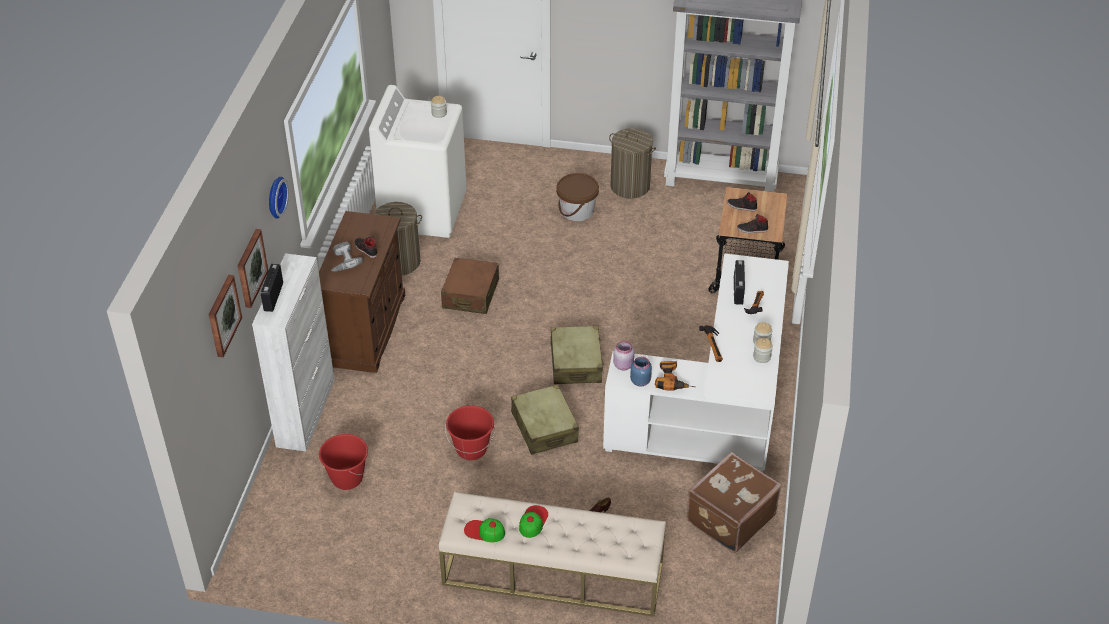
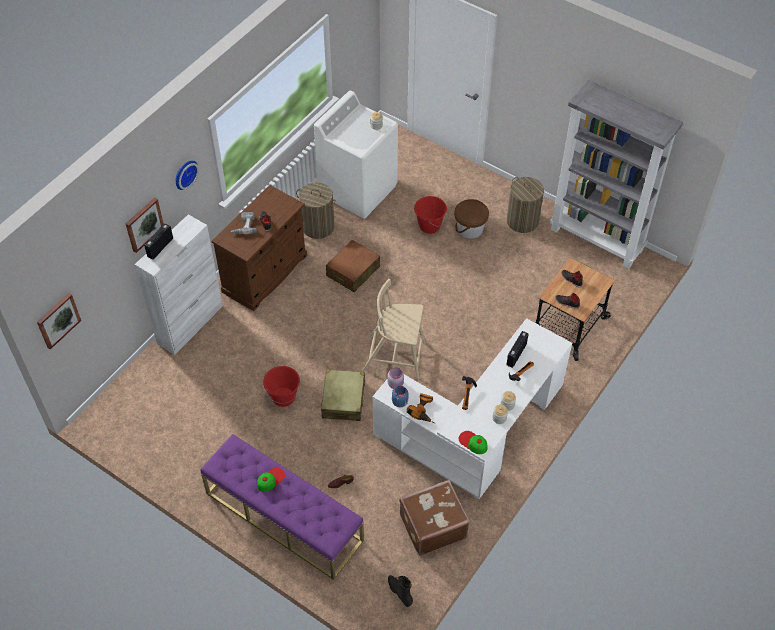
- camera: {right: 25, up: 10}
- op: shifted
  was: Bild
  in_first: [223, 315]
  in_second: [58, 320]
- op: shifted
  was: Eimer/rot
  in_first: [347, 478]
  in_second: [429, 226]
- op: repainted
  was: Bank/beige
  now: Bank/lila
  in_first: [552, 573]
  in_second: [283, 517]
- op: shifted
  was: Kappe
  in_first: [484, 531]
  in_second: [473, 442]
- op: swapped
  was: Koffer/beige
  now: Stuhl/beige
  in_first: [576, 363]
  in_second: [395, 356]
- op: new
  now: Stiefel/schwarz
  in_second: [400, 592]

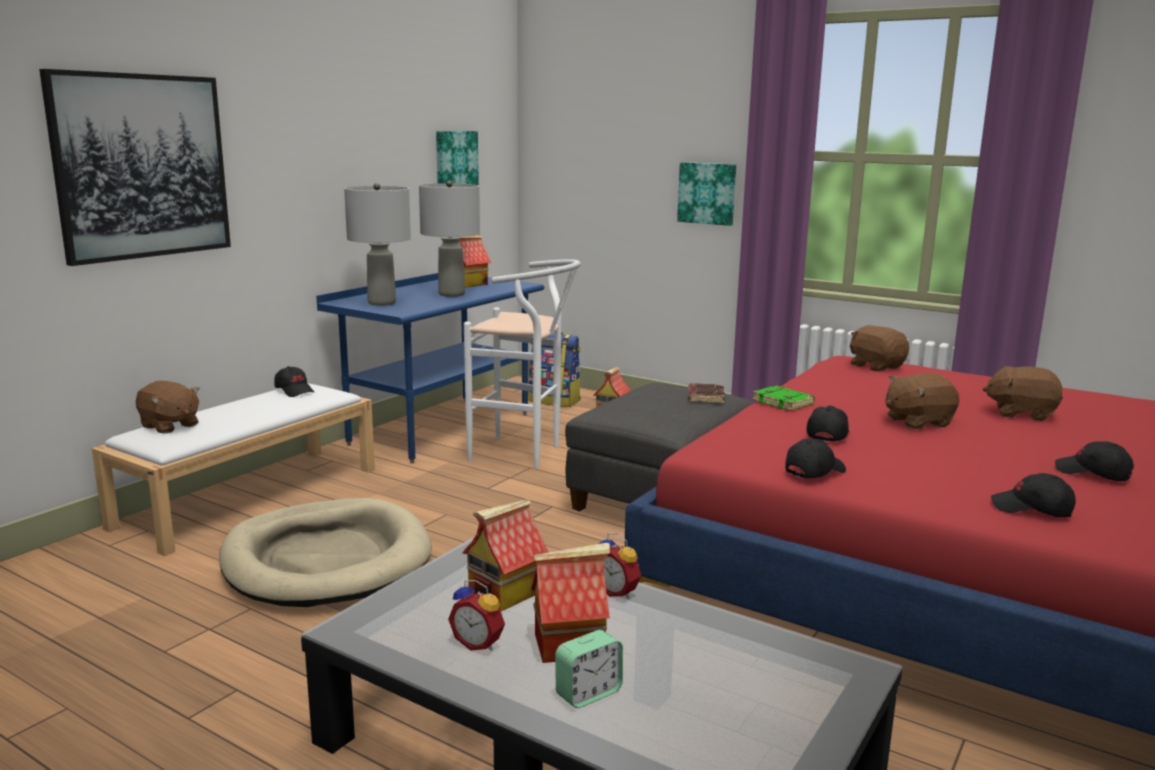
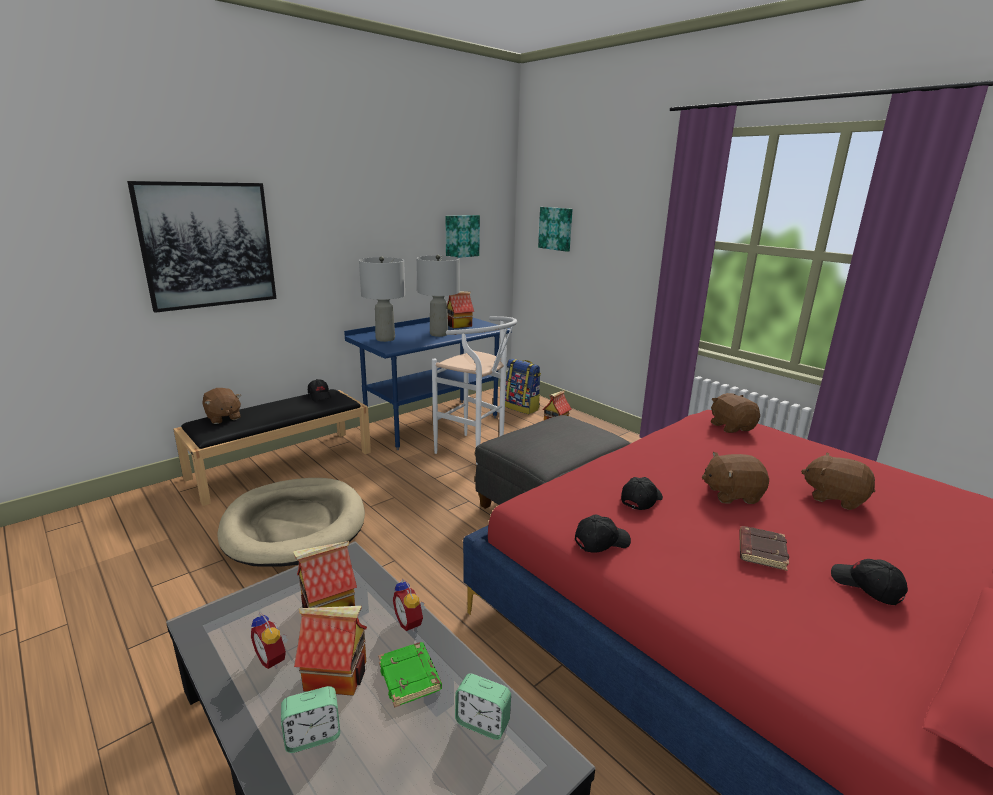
- camera: {right: 15, up: 5}
- op: repainted
  was: Bank/weiß
  now: Bank/schwarz
  in_first: [250, 496]
  in_second: [282, 464]
- op: shifted
  was: Bild
  in_first: [707, 193]
  in_second: [556, 228]
- op: shifted
  was: Buch/braun
  in_first: [704, 397]
  in_second: [760, 551]
- op: shifted
  was: Buch/grün
  in_first: [784, 402]
  in_second: [410, 677]
- op: gone
  was: Kappe/schwarz
  in_first: [1031, 509]
- op: new
  now: Wecker
  in_second: [482, 723]

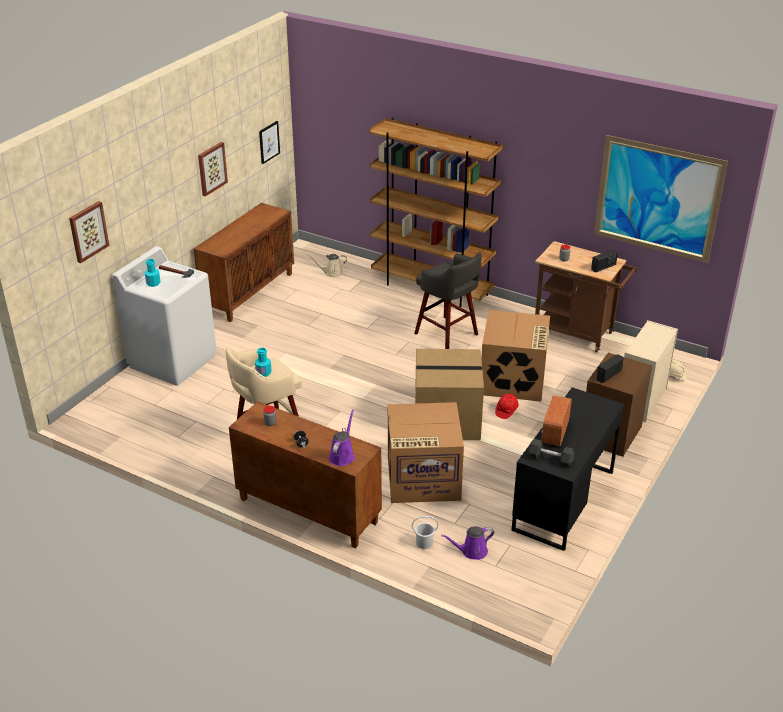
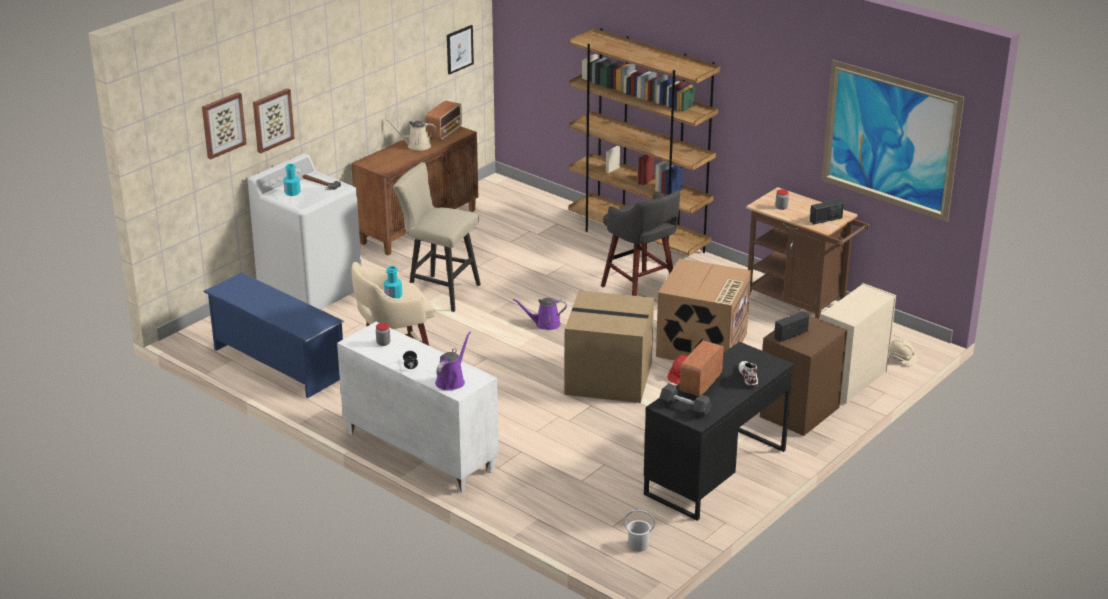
- camera: {right: 10, up: -5}
- op: shifted
  was: Bild
  in_first: [211, 168]
  in_second: [272, 120]
- op: repainted
  was: Schrank/braun
  now: Schrank/weiß
  in_first: [307, 511]
  in_second: [418, 452]
- op: shifted
  was: Gießkanne/beige
  in_first: [331, 273]
  in_second: [416, 146]
- op: gone
  was: Karton
  in_first: [422, 479]
- op: shifted
  was: Eimer/weiß
  in_first: [424, 543]
  in_second: [638, 545]
- op: shifted
  was: Gießkanne/lila
  in_first: [472, 551]
  in_second: [545, 324]
- op: new
  now: Schuhregal/blau
  in_second: [278, 363]
- op: new
  now: Hocker/beige
  in_second: [438, 291]
- op: new
  now: Radio
  in_second: [444, 133]
- op: new
  now: Stiefel/weiß
  in_second: [748, 376]

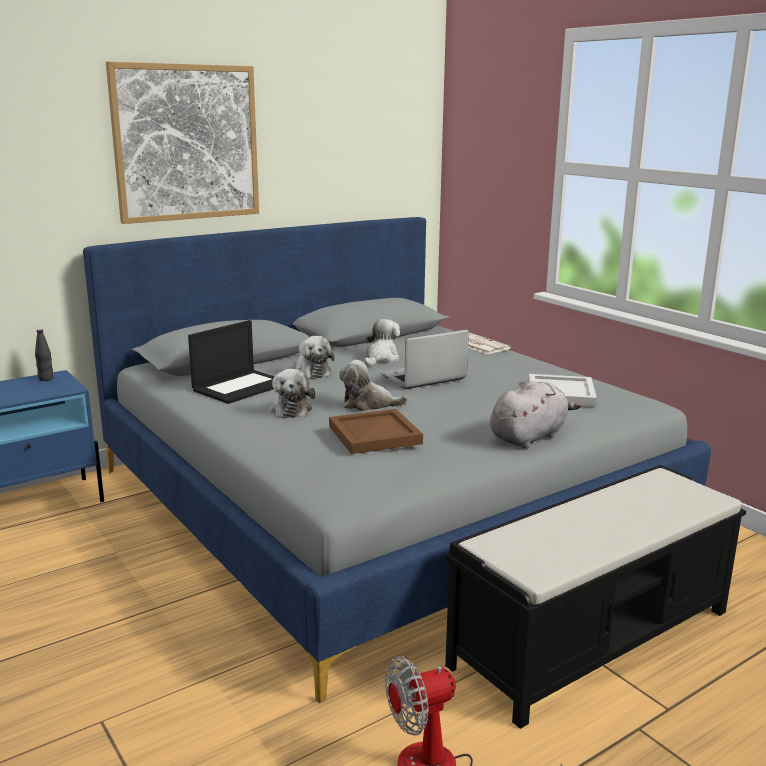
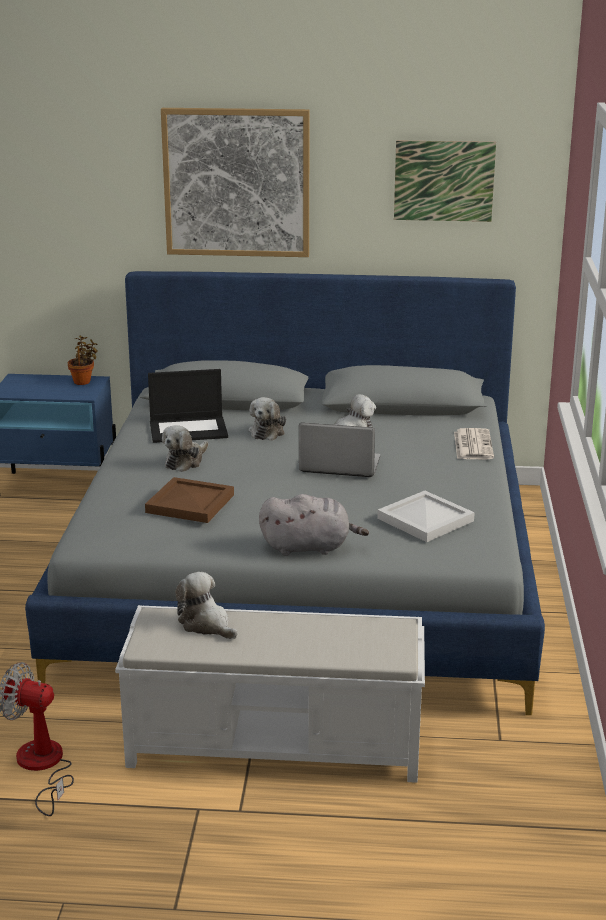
- camera: {right: 40, up: 5}
- op: swapped
  was: Flasche/schwarz
  now: Topfpflanze
  in_first: [46, 379]
  in_second: [83, 381]
- op: shifted
  was: Plüschtier
  in_first: [368, 404]
  in_second: [206, 624]
- op: repainted
  was: Bank/schwarz
  now: Bank/weiß
  in_first: [594, 637]
  in_second: [277, 745]
- op: new
  now: Bild
  in_second: [444, 181]

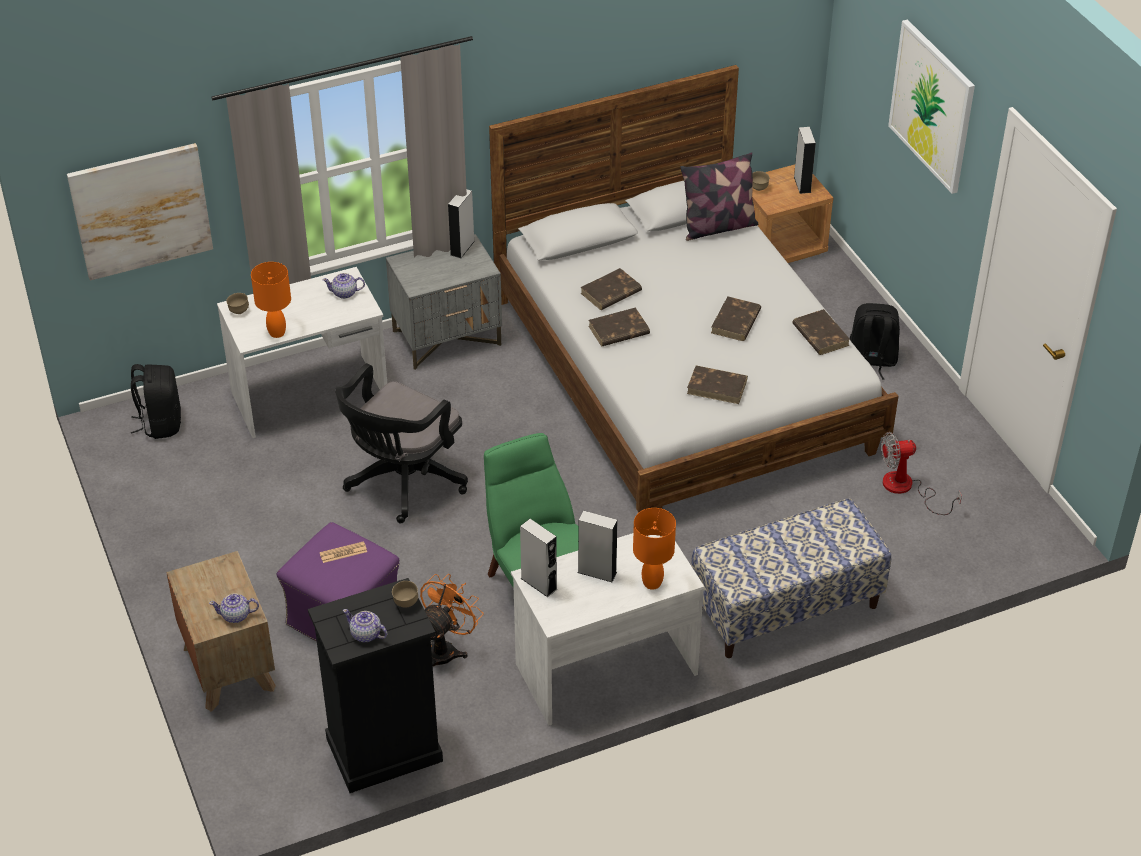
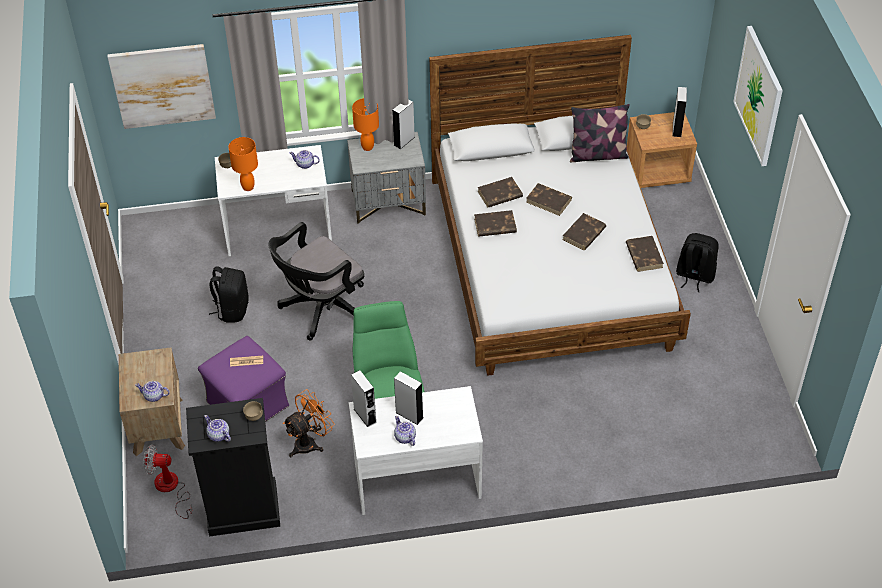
- camera: {right: 15, up: 5}
- op: shifted
  was: Rucksack/schwarz
  in_first: [160, 423]
  in_second: [232, 309]
- op: shifted
  was: Tischlampe/orange
  in_first: [652, 582]
  in_second: [368, 147]
- op: shifted
  was: Buch/braun
  in_first: [717, 387]
  in_second: [549, 201]
- op: gone
  was: Bank
  in_first: [786, 608]
- op: shifted
  was: Ventilator
  in_first: [907, 488]
  in_second: [170, 489]
- op: new
  now: Teekanne
  in_second: [405, 437]

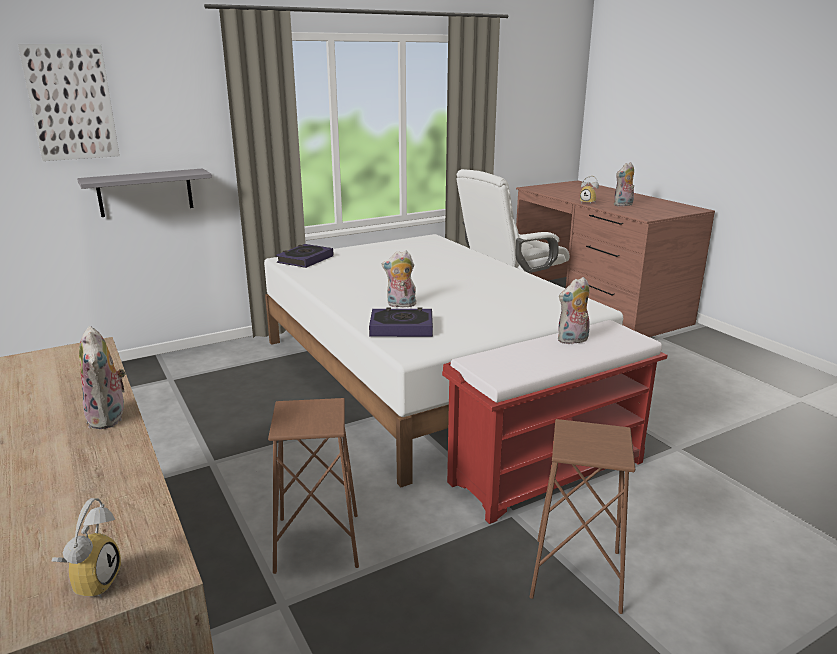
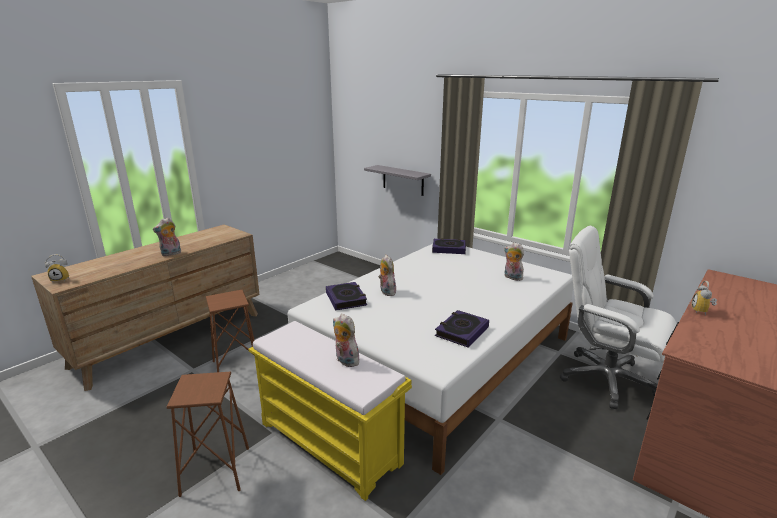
- camera: {right: 70, up: 0}
- op: gone
  was: Bild
  in_first: [71, 102]
- op: repainted
  was: Bank/rot
  now: Bank/gelb
  in_first: [548, 471]
  in_second: [331, 443]
- op: shifted
  was: Plüschtier
  in_first: [623, 205]
  in_second: [512, 277]
- op: new
  now: Buch
  in_second: [461, 331]

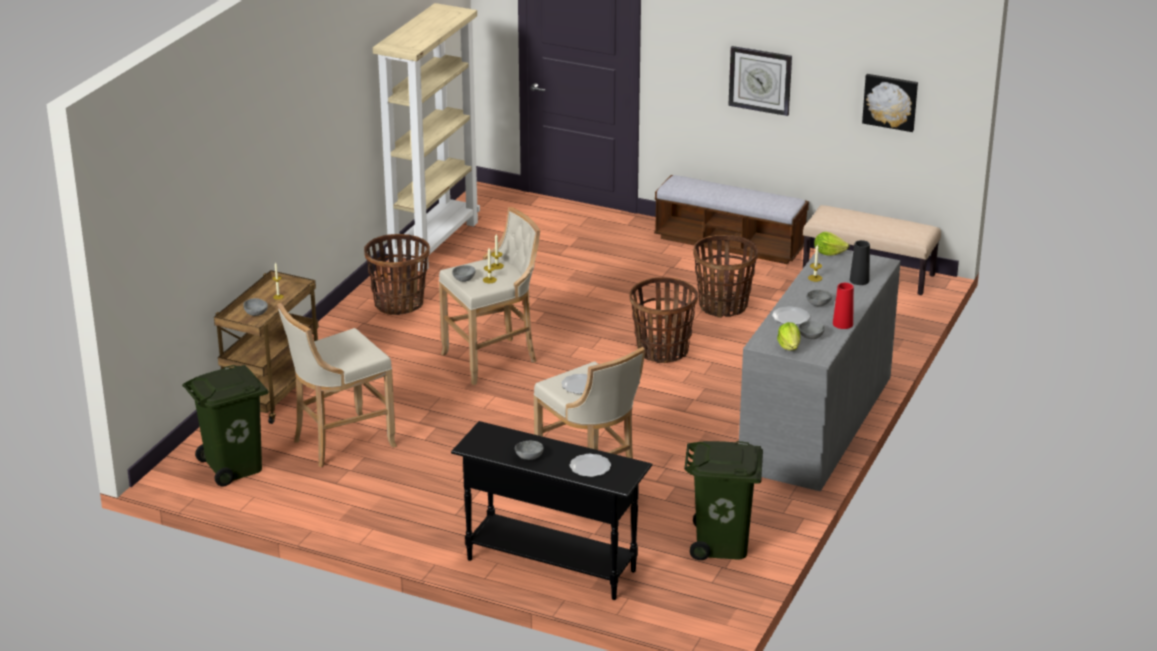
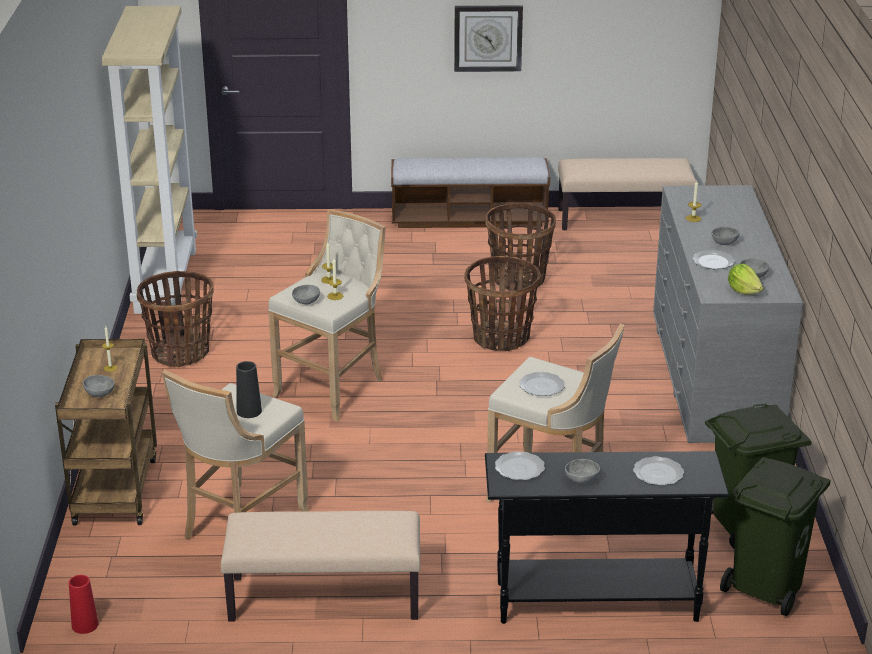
- camera: {right: -25, up: 0}
- op: shifted
  was: Mülleimer/grün
  in_first: [234, 467]
  in_second: [768, 588]
- op: gone
  was: Salatkopf
  in_first: [828, 253]
- op: shifted
  was: Vase/rot
  in_first: [842, 324]
  in_second: [85, 625]
- op: shifted
  was: Vase/schwarz
  in_first: [859, 280]
  in_second: [249, 411]
- op: gone
  was: Bild
  in_first: [890, 101]
- op: new
  now: Bank/beige
  in_second: [324, 599]
- op: new
  now: Teller
  in_second: [518, 468]

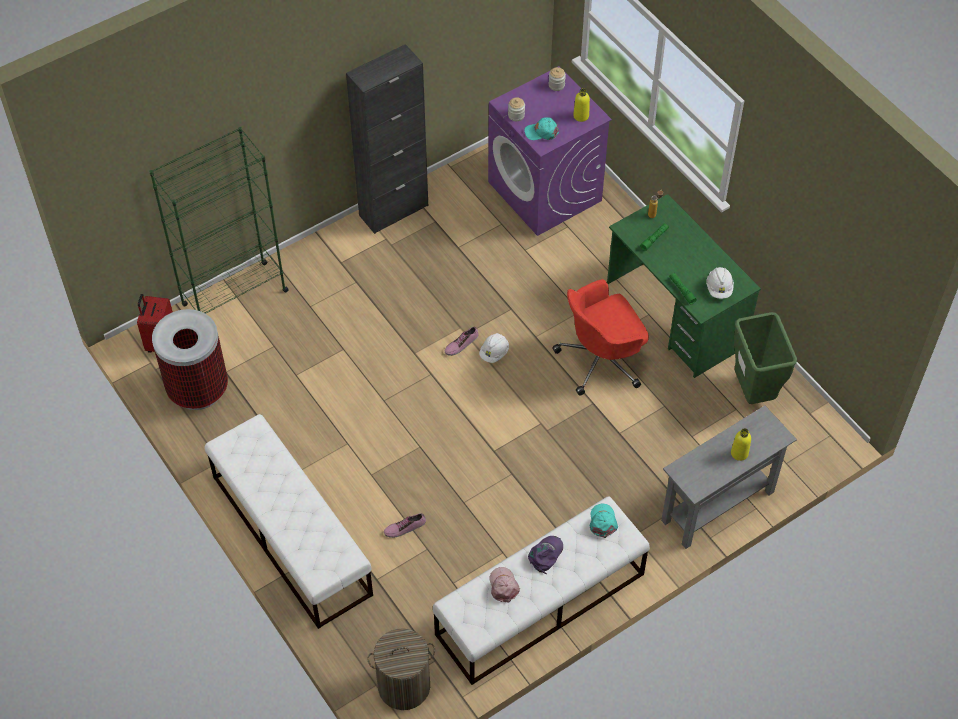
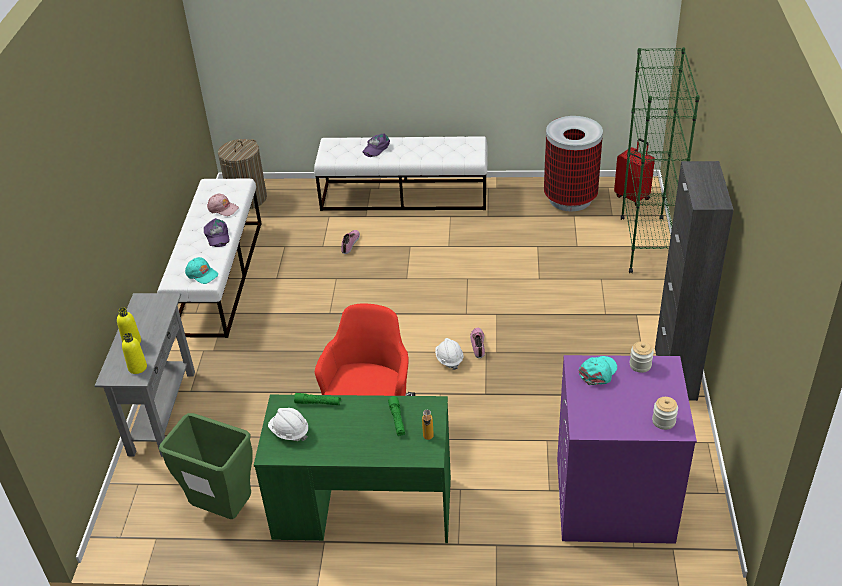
- camera: {right: 130, up: -15}
- op: shifted
  was: Flasche/gelb
  in_first: [581, 116]
  in_second: [137, 367]
- op: new
  now: Kappe/lila
  in_second: [376, 148]

